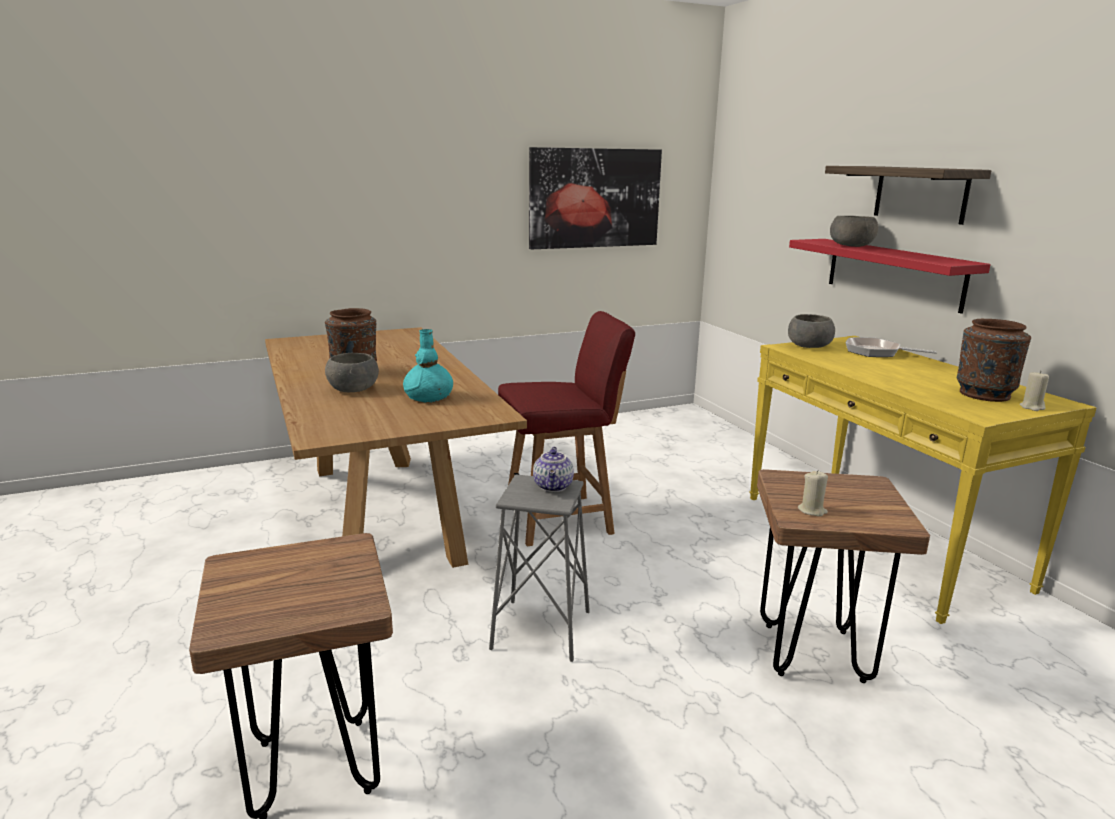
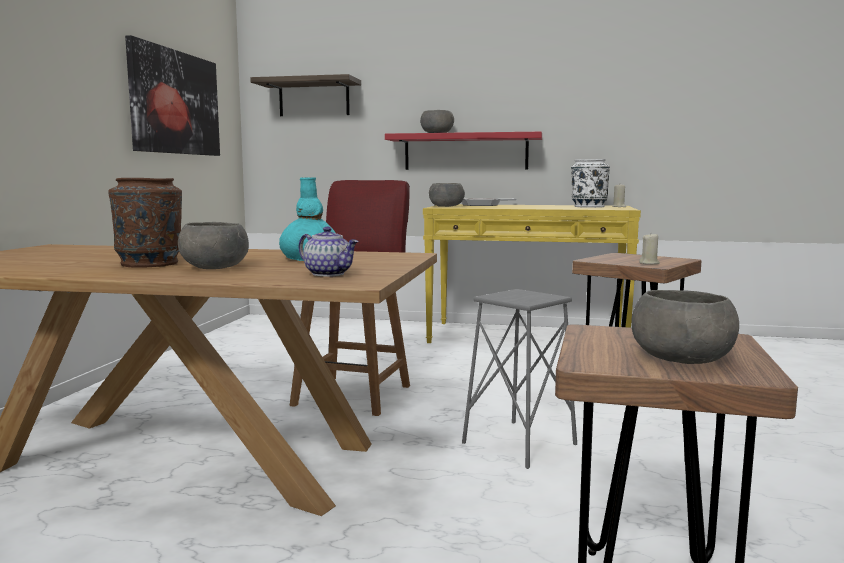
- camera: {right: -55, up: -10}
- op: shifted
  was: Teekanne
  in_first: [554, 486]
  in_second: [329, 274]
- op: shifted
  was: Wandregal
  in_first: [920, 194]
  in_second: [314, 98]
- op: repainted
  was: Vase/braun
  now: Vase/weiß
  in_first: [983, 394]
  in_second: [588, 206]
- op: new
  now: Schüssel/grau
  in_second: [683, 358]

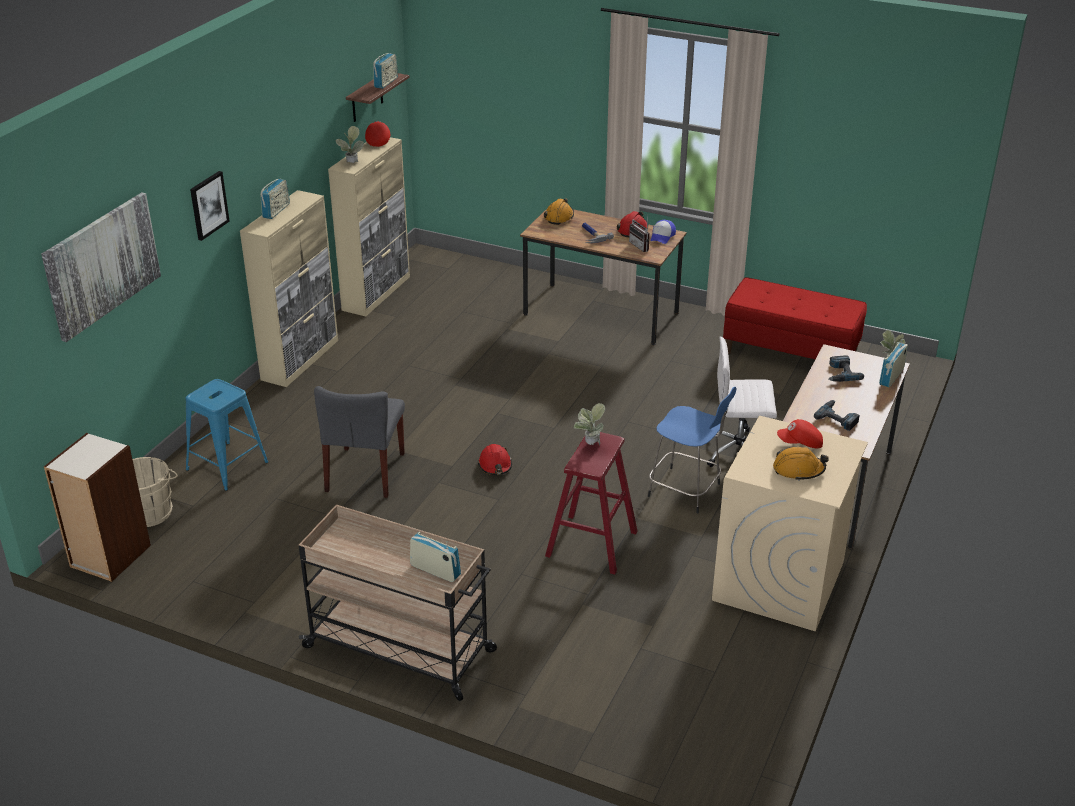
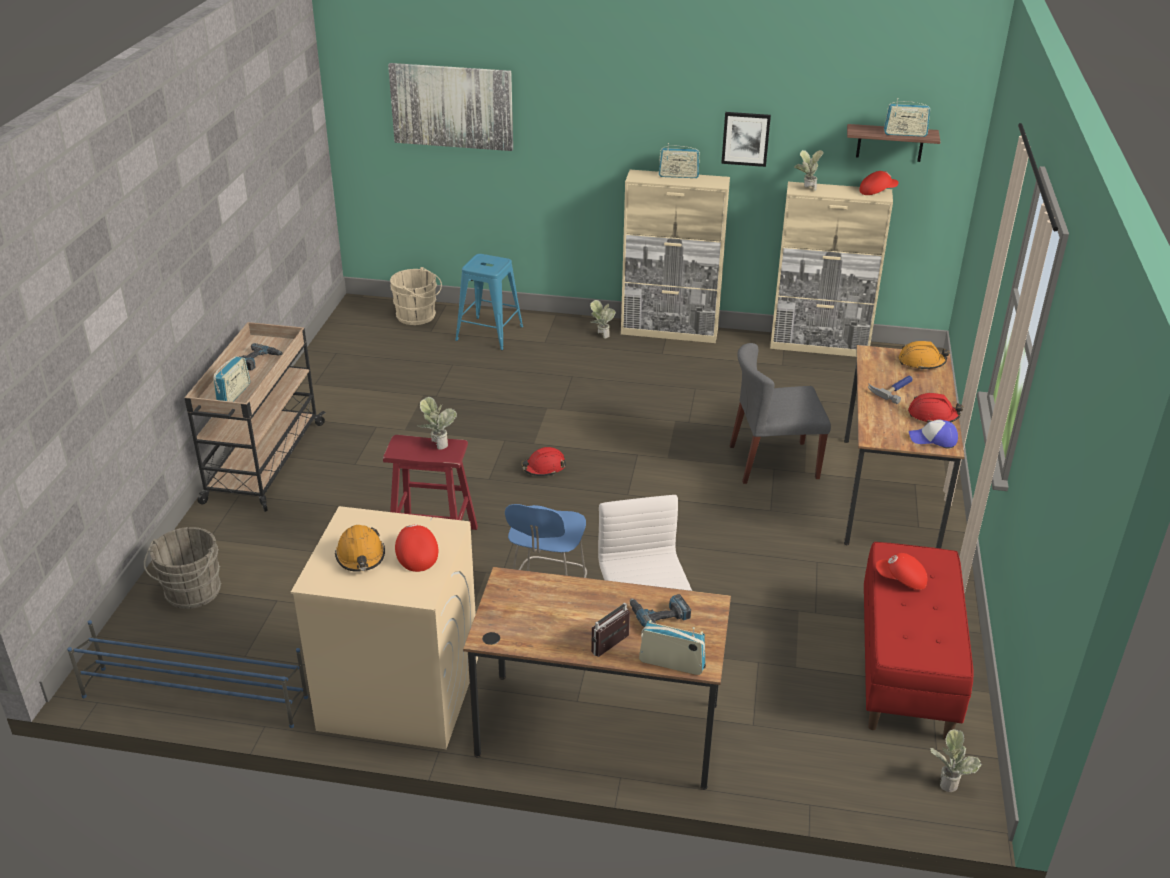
- camera: {right: 75, up: 0}
- op: gone
  was: Bücherregal
  in_first: [109, 556]
- op: shifted
  was: Bild
  in_first: [208, 205]
  in_second: [745, 138]
- op: shifted
  was: Stuhl/grau
  in_first: [365, 472]
  in_second: [773, 462]
- op: shifted
  was: Radio
  in_first: [641, 246]
  in_second: [613, 647]
- op: shifted
  was: Bohrmaschine
  in_first: [838, 418]
  in_second: [258, 360]
- op: new
  now: Schuhregal/blau
  in_second: [194, 696]
- op: new
  now: Eimer/grau
  in_second: [191, 594]
- op: new
  now: Topfpflanze
  in_second: [601, 335]
- op: new
  now: Kappe/rot
  in_second: [901, 580]

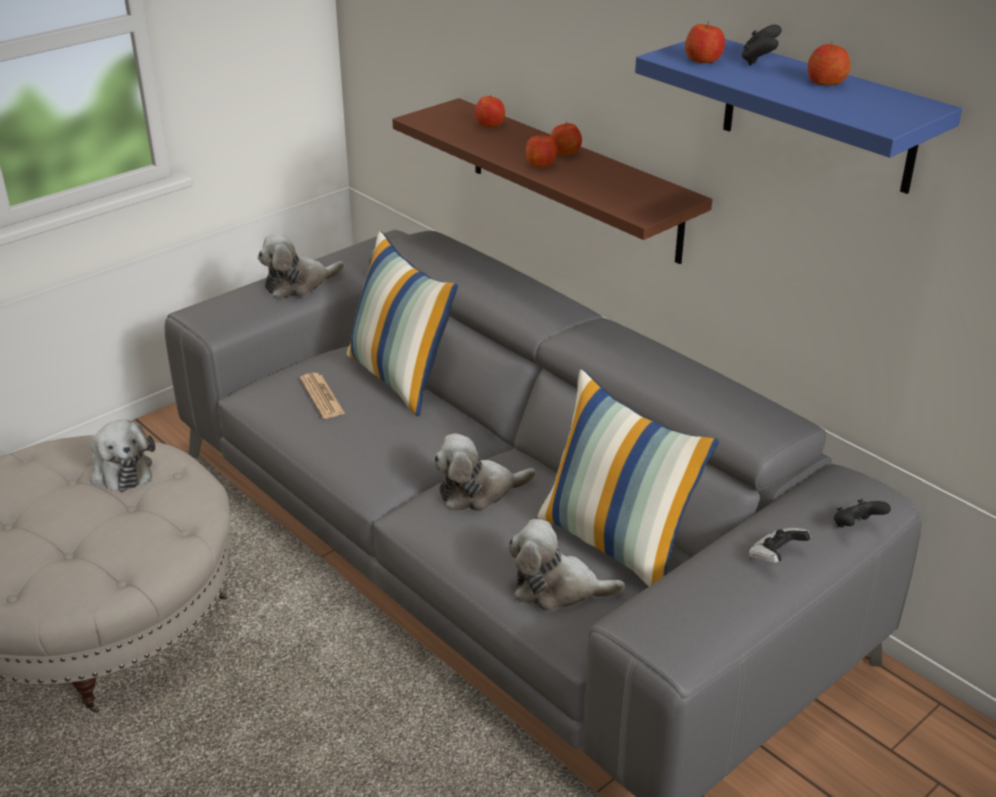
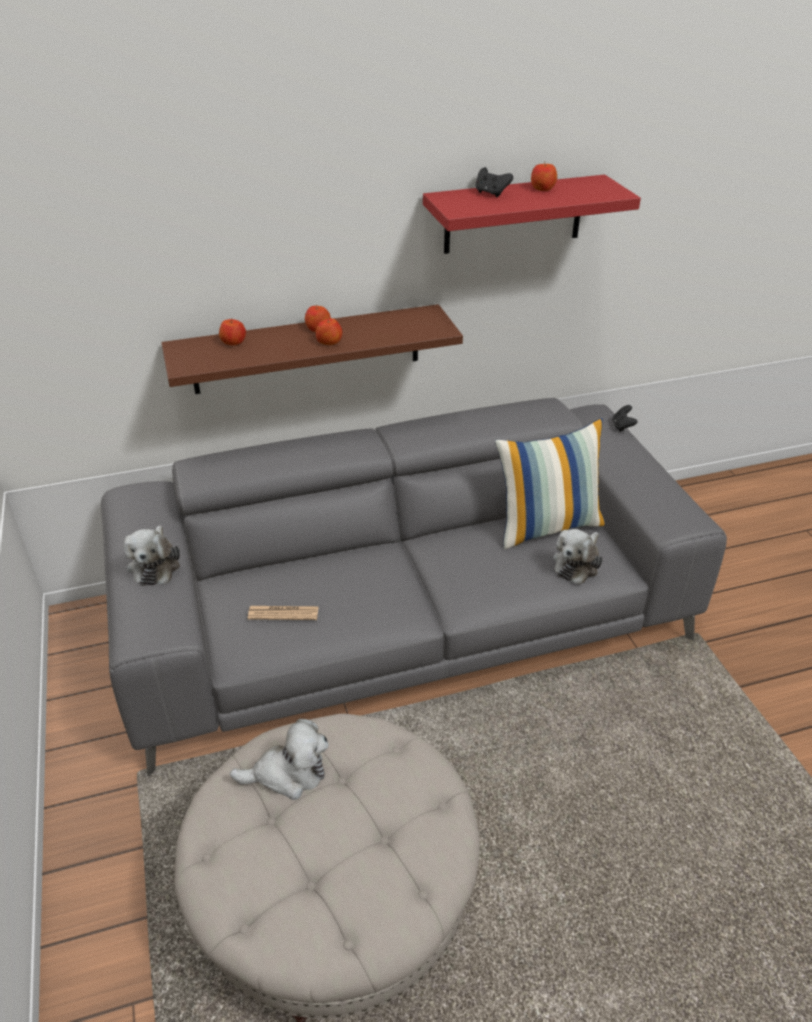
- camera: {right: -65, up: 5}
- op: gone
  was: Kissen
  in_first: [401, 378]
- op: gone
  was: Plüschtier
  in_first: [478, 492]
- op: repainted
  was: Wandregal/blau
  now: Wandregal/rot
  in_first: [818, 114]
  in_second: [513, 214]
- op: gone
  was: Apfel
  in_first: [703, 60]
- op: gone
  was: Gamepad
  in_first: [775, 557]

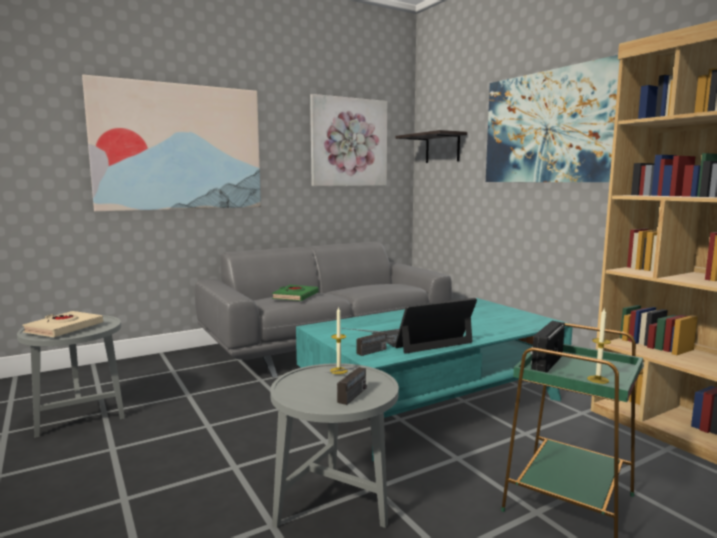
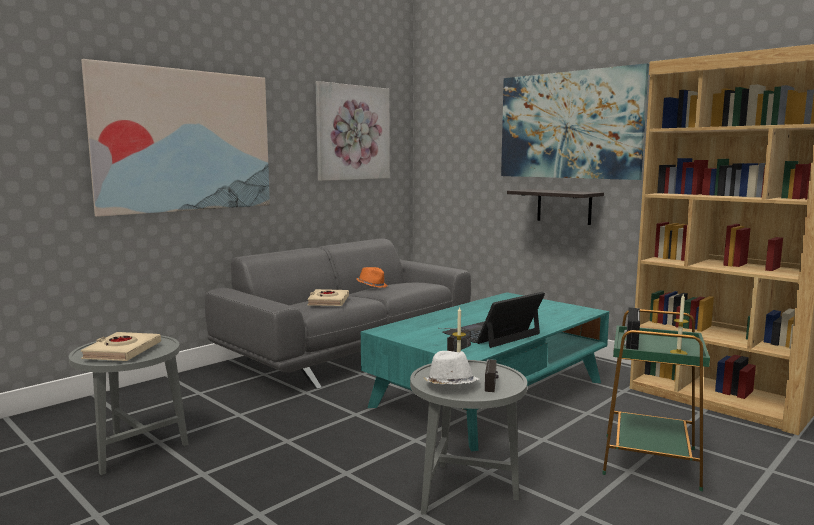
- camera: {right: -15, up: 0}
- op: repainted
  was: Buch/grün
  now: Buch/beige
  in_first: [295, 296]
  in_second: [328, 301]
- op: shifted
  was: Wandregal
  in_first: [442, 148]
  in_second: [564, 206]
- op: new
  now: Hut/orange
  in_second: [372, 286]
- op: new
  now: Hut/weiß
  in_second: [450, 385]

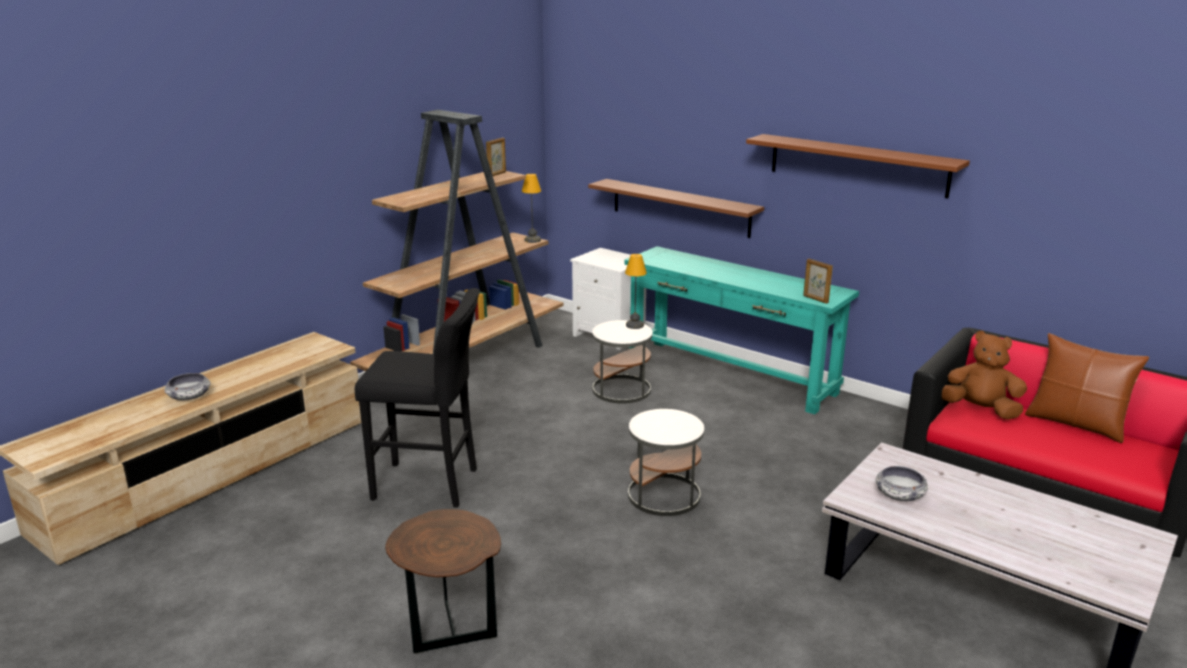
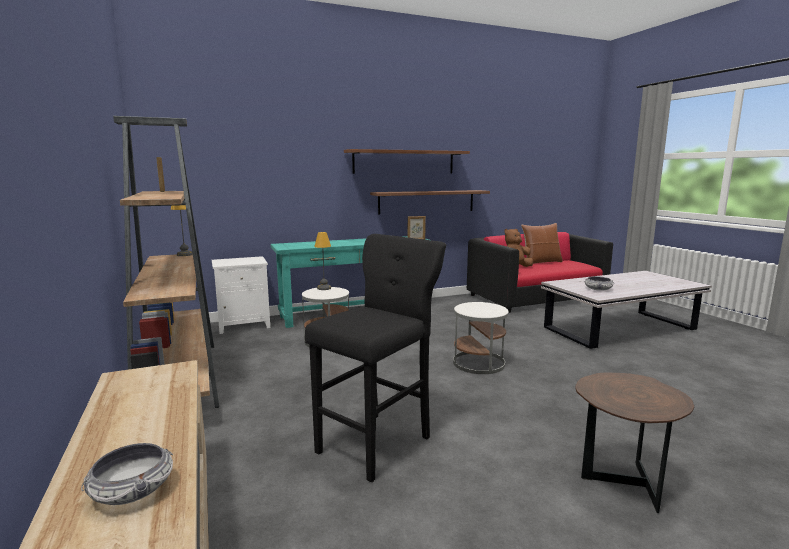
- camera: {right: -60, up: -10}
- op: shifted
  was: Wandregal/braun
  in_first: [680, 207]
  in_second: [427, 201]

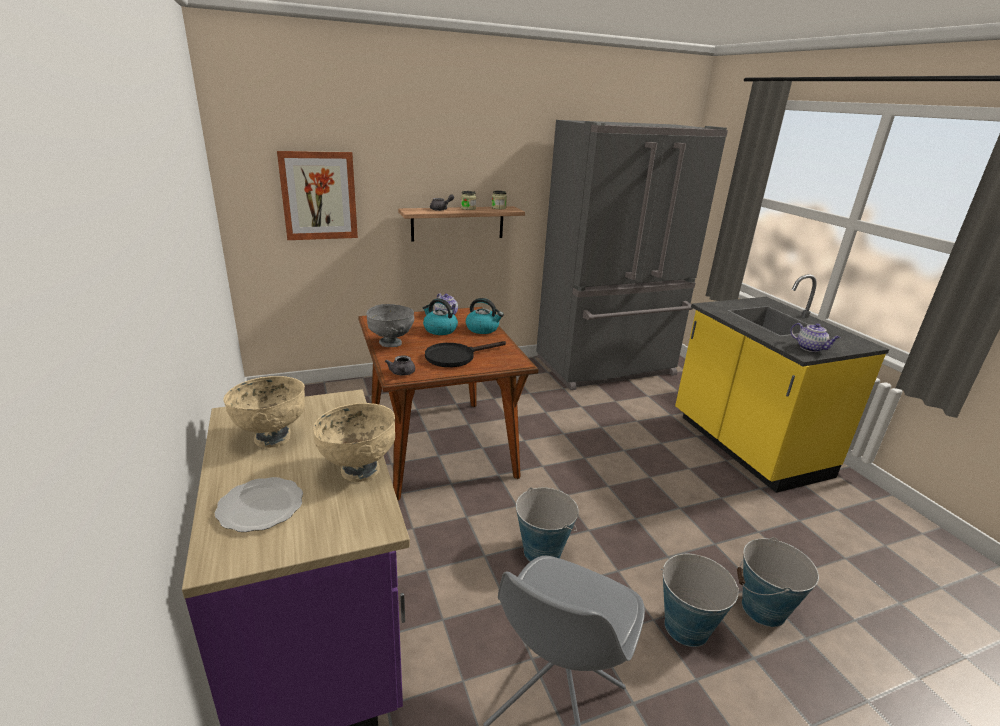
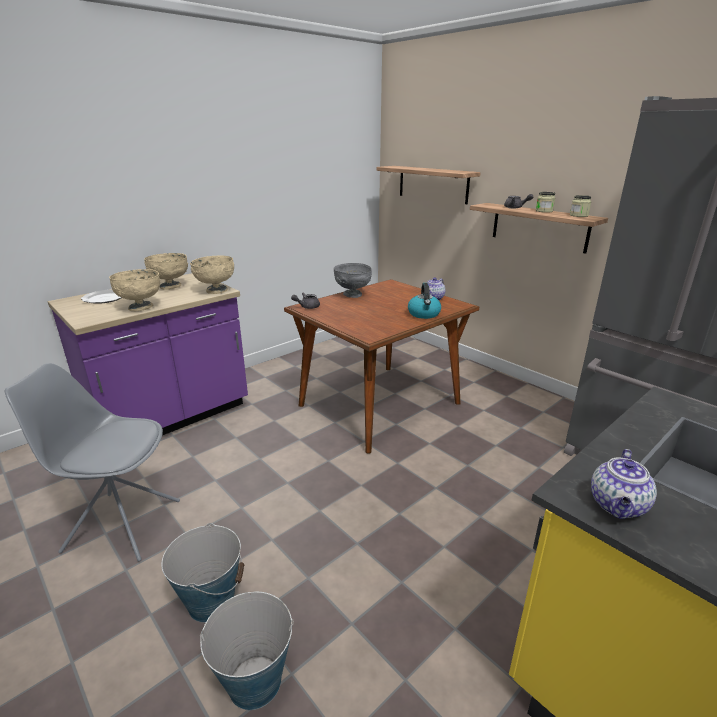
- camera: {right: 70, up: 0}
- op: swapped
  was: Bild
  now: Wandregal
  in_first: [319, 196]
  in_second: [433, 184]
- op: gone
  was: Wasserkessel
  in_first: [439, 330]
- op: gone
  was: Pfanne/schwarz
  in_first: [456, 356]
- op: gone
  was: Eimer
  in_first: [542, 551]
- op: new
  now: Schüssel/beige
  in_second: [216, 291]

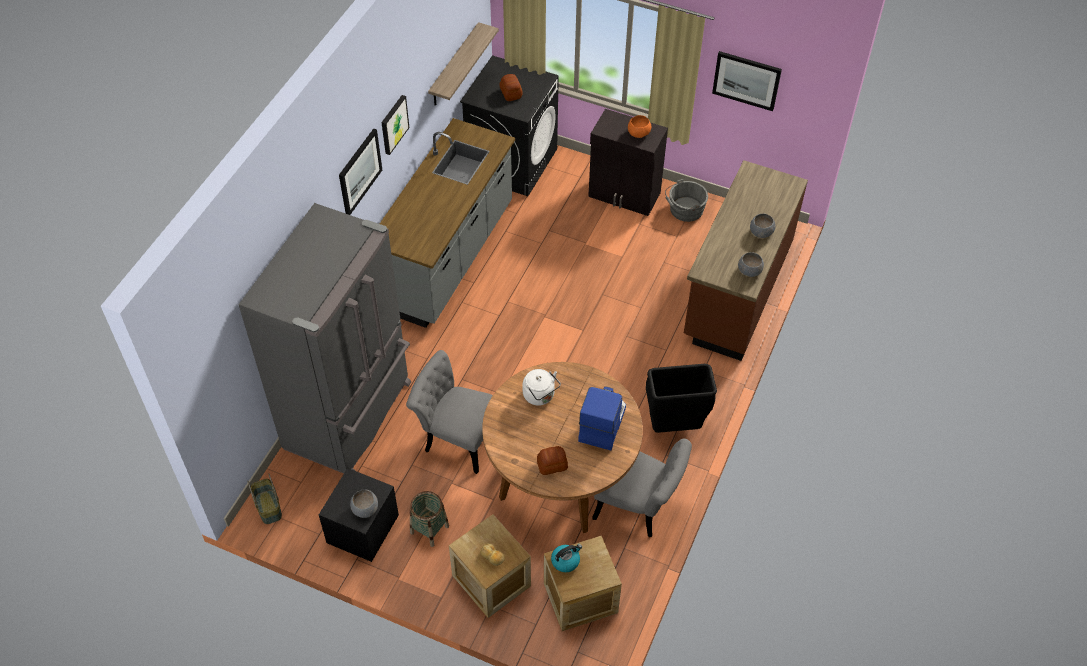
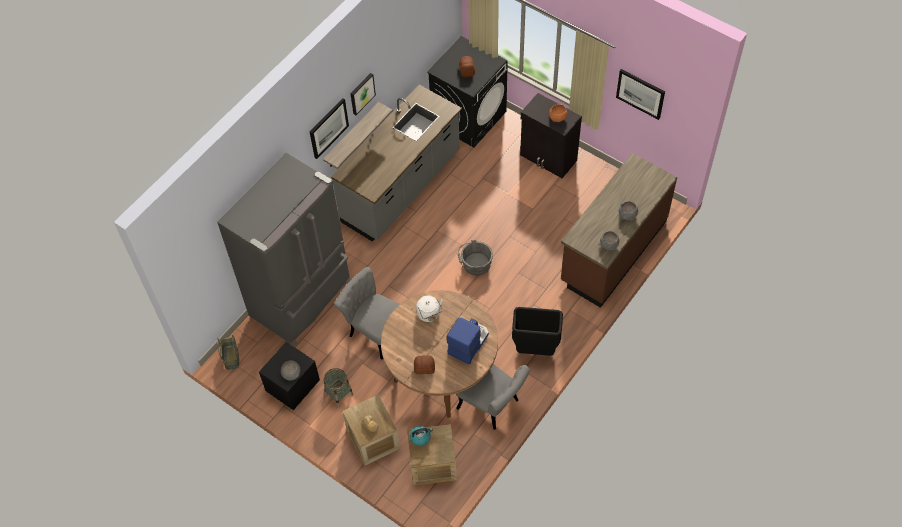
- camera: {right: 15, up: 5}
- op: shifted
  was: Wandregal
  in_first: [454, 66]
  in_second: [352, 136]
- op: shifted
  was: Eimer/grau
  in_first: [684, 210]
  in_second: [475, 264]

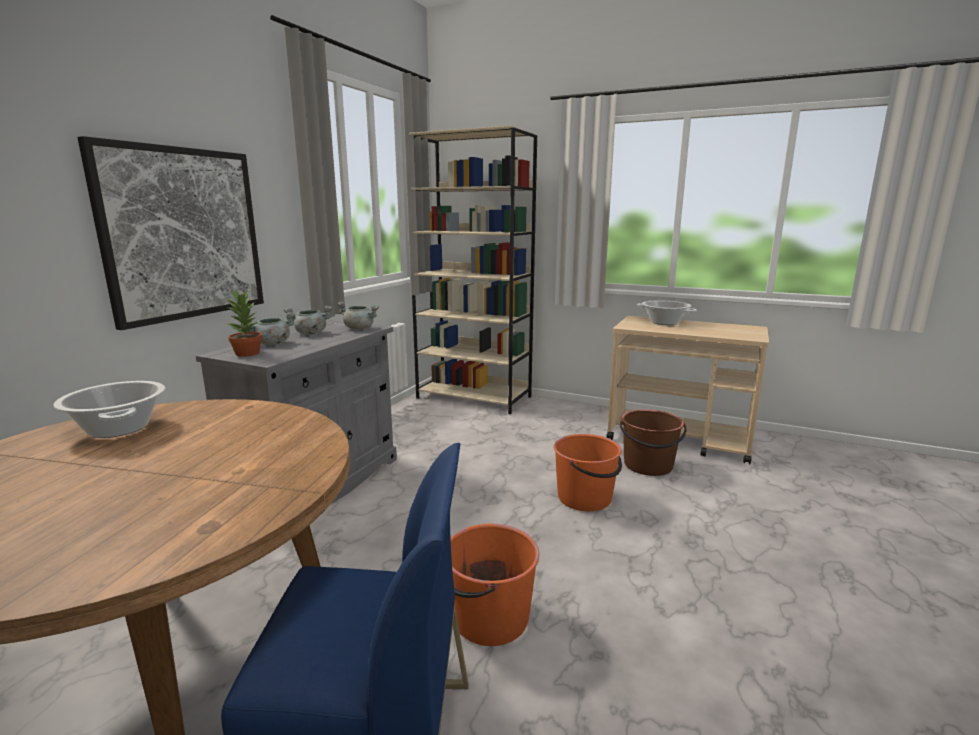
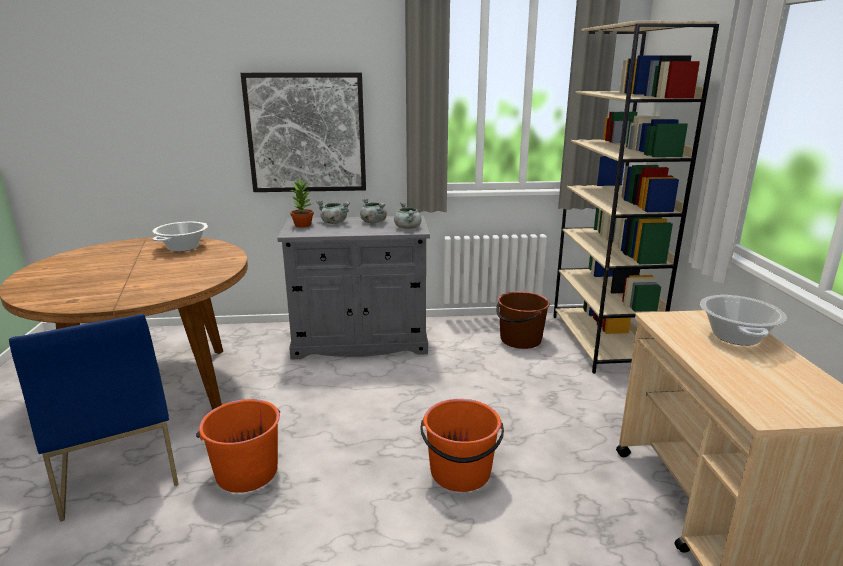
- camera: {right: 60, up: 5}
- op: shifted
  was: Eimer/braun
  in_first: [648, 466]
  in_second: [520, 340]

